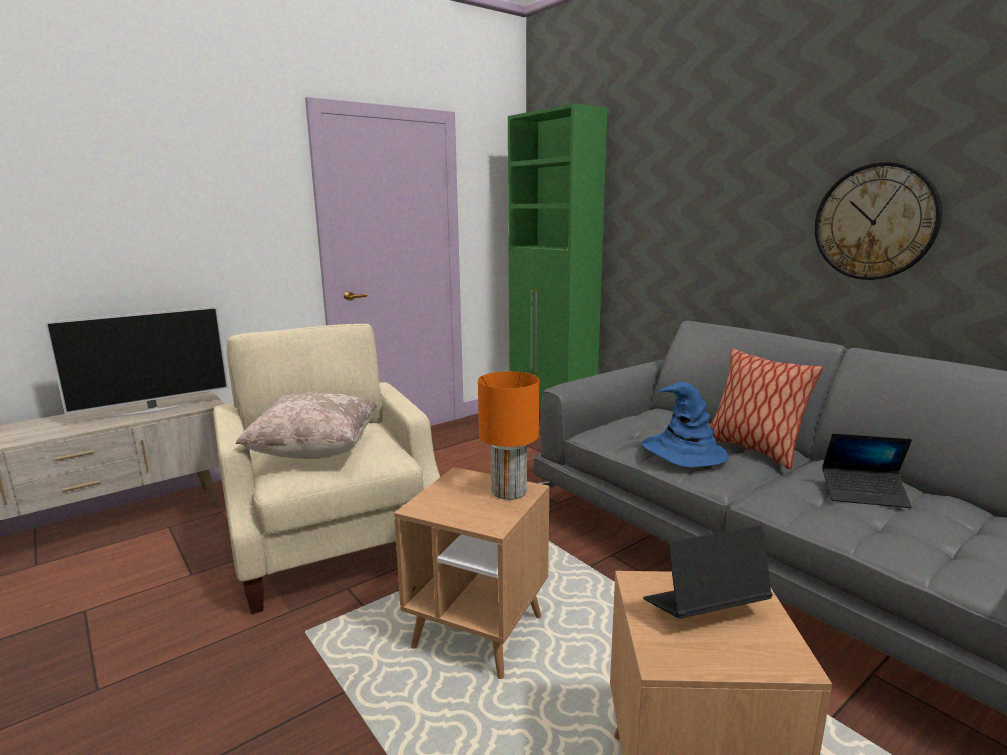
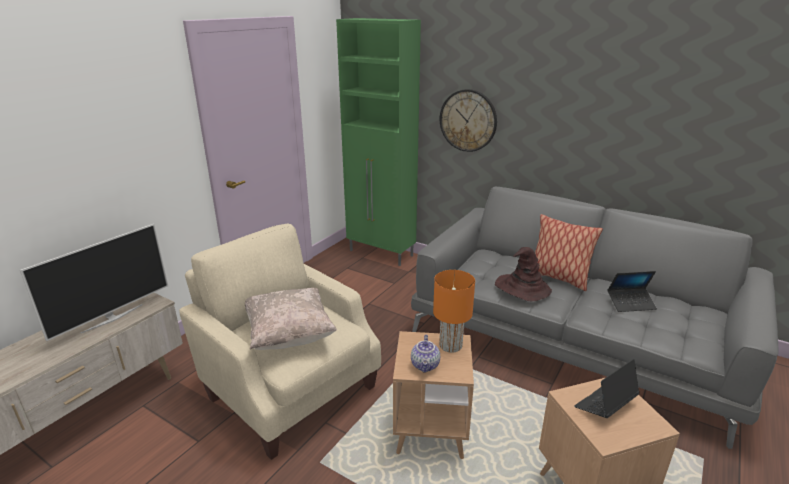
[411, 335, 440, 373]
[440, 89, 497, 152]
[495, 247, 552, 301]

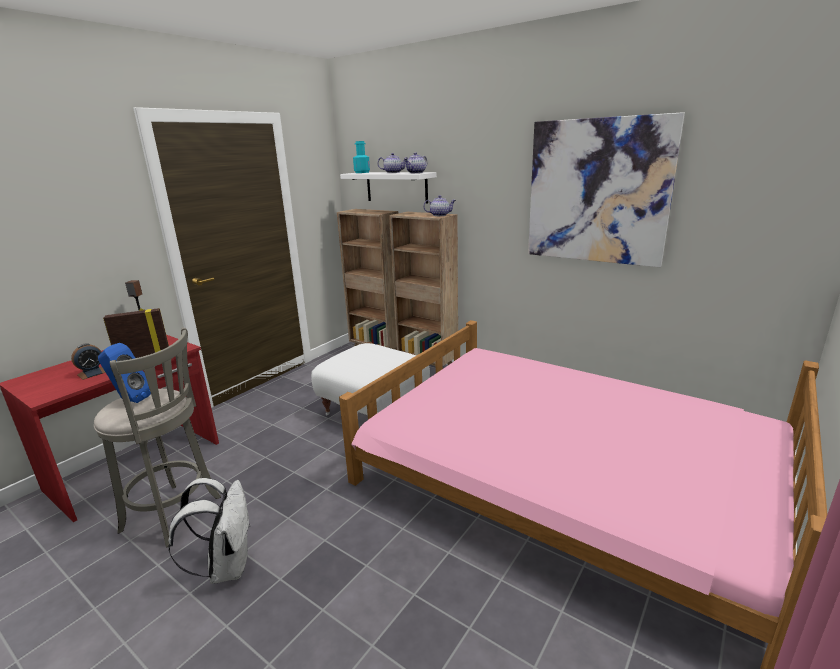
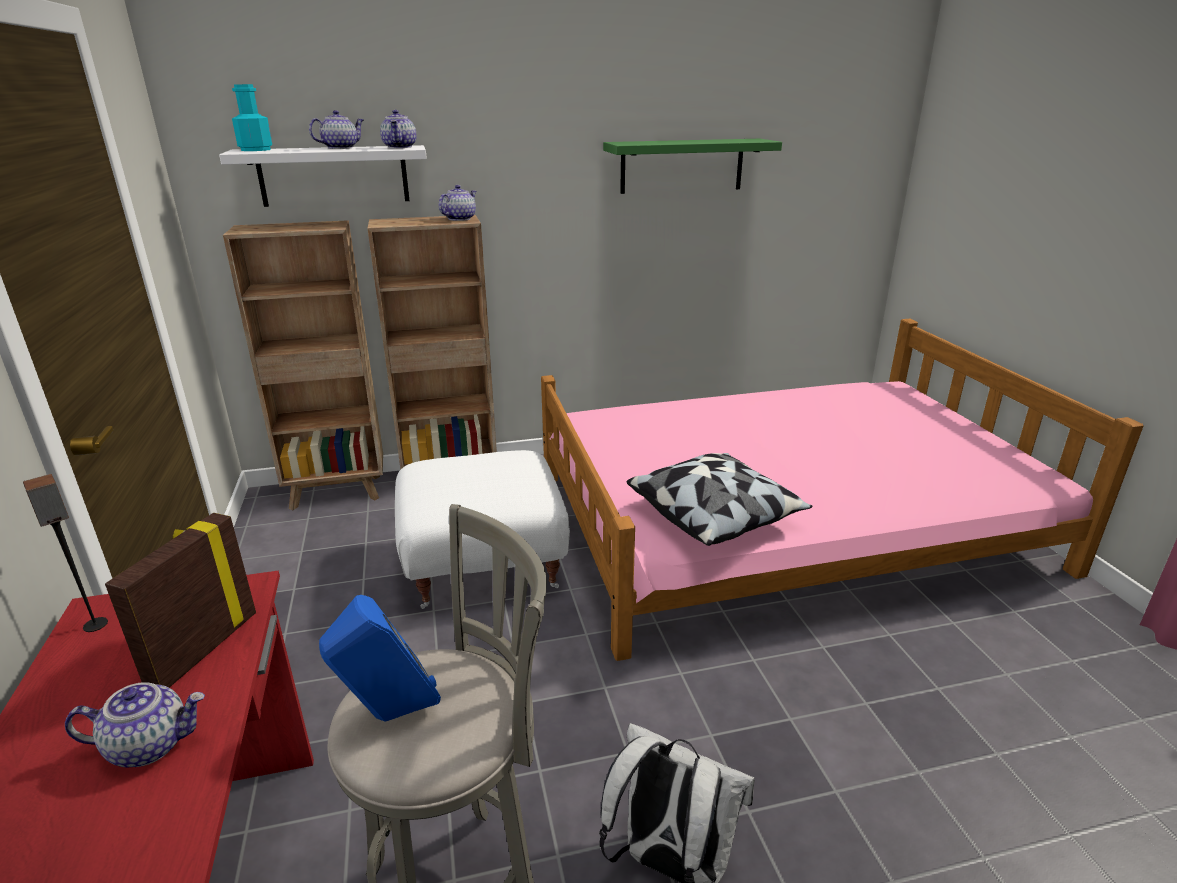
[65, 682, 205, 767]
[603, 139, 782, 194]
[626, 453, 812, 546]

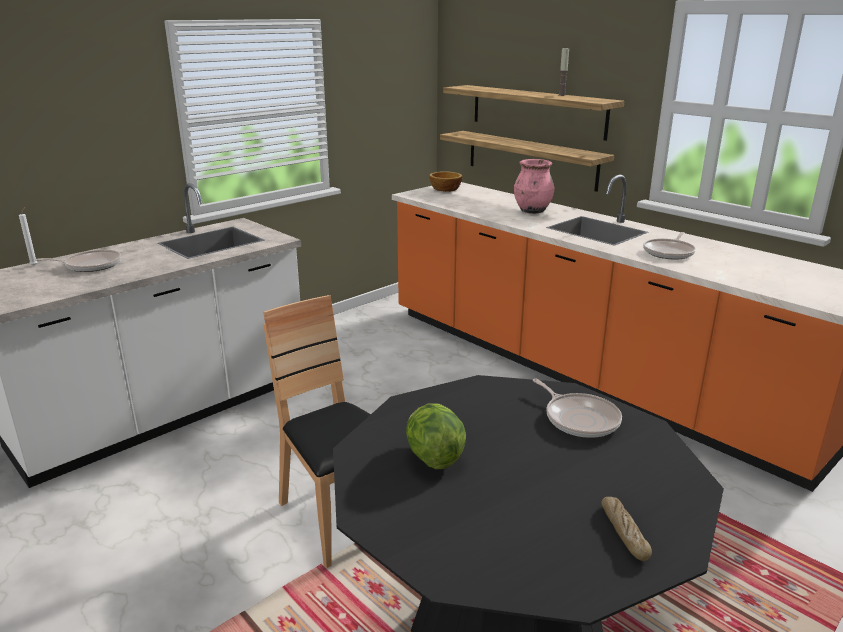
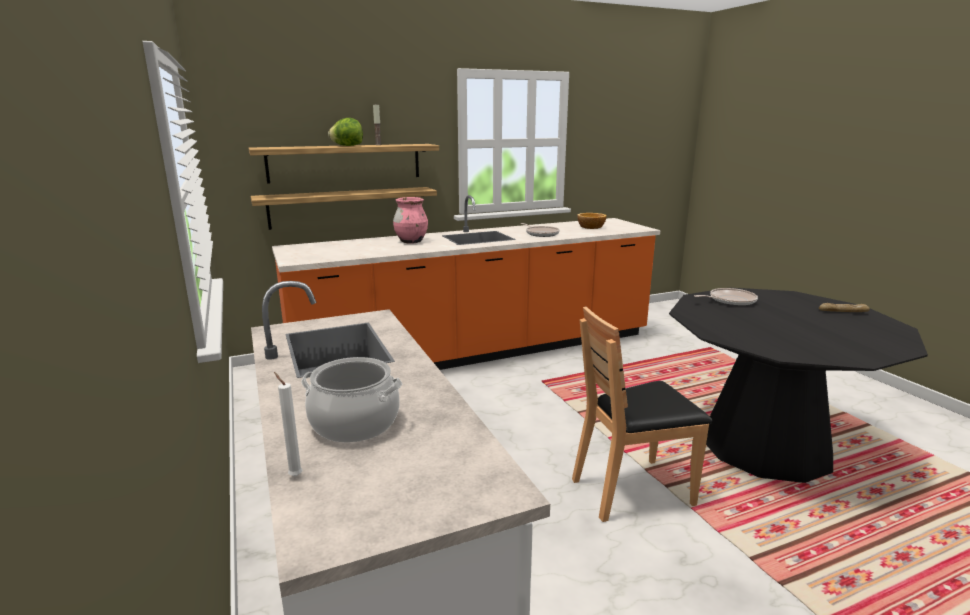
[301, 357, 402, 443]
[328, 118, 363, 146]
[577, 213, 607, 229]

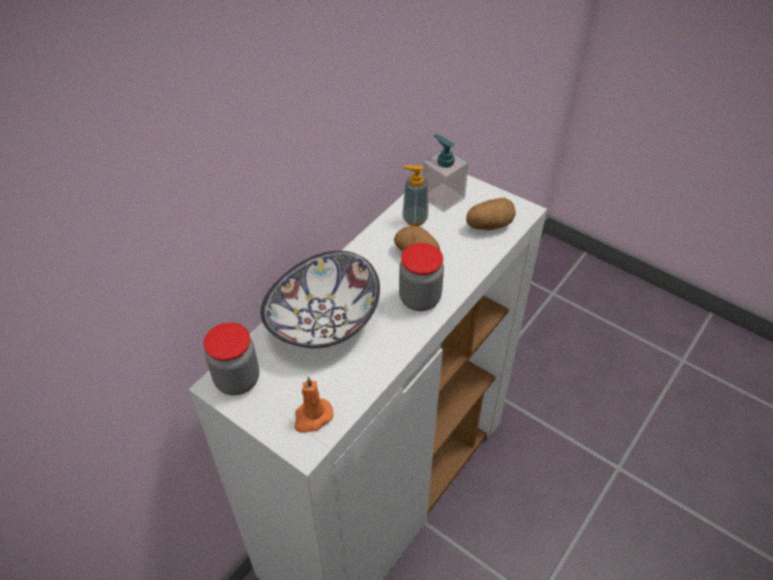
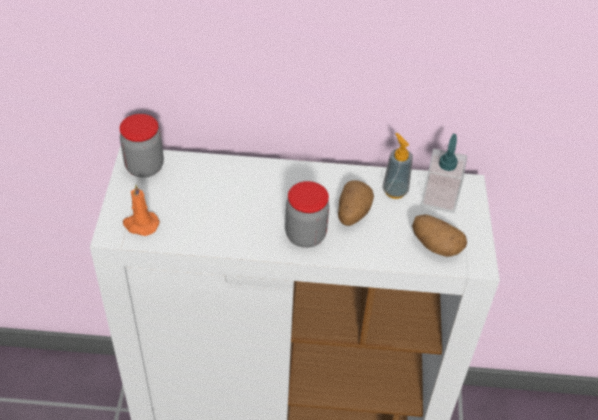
[261, 251, 380, 348] (first image)

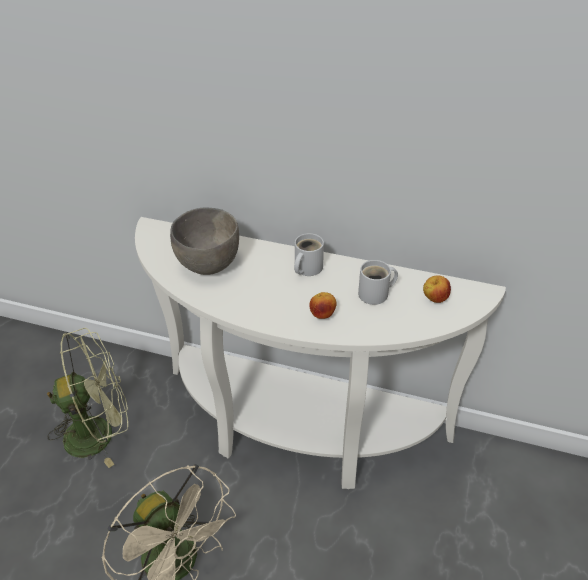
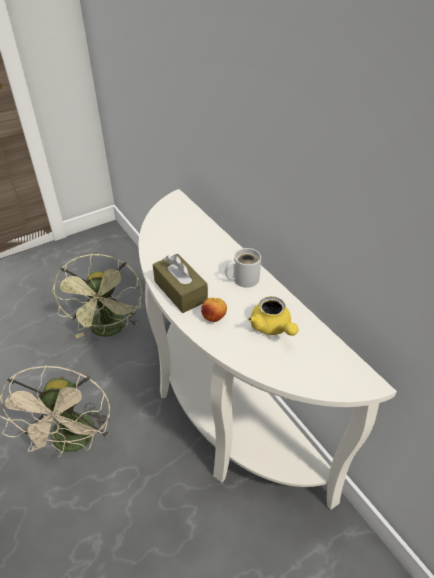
[52, 254, 142, 338]
[153, 254, 208, 313]
[248, 296, 299, 336]
[170, 208, 239, 275] (first image)
[423, 275, 451, 303] (first image)

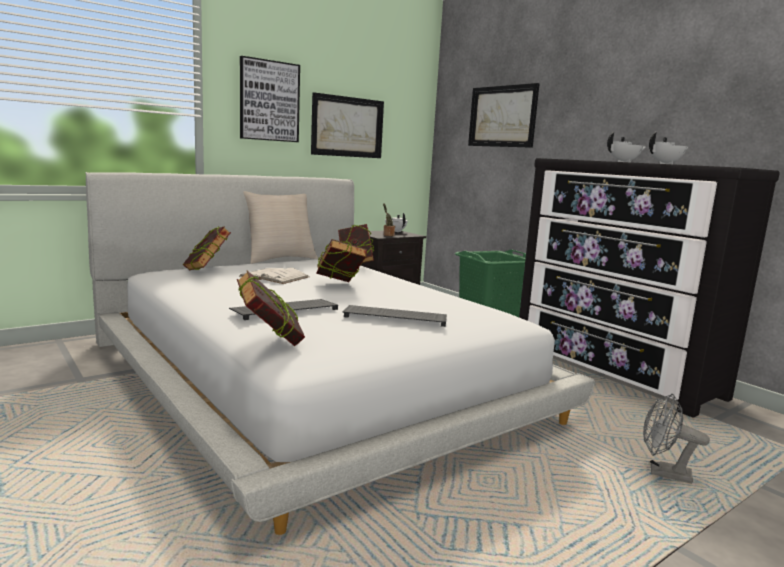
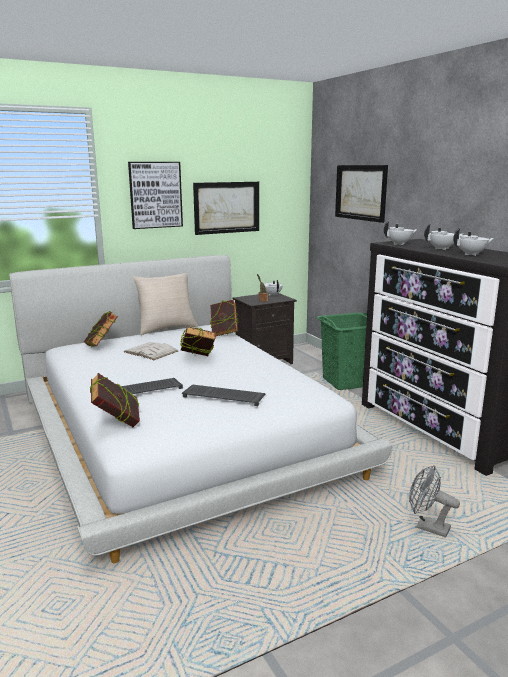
[384, 221, 418, 245]

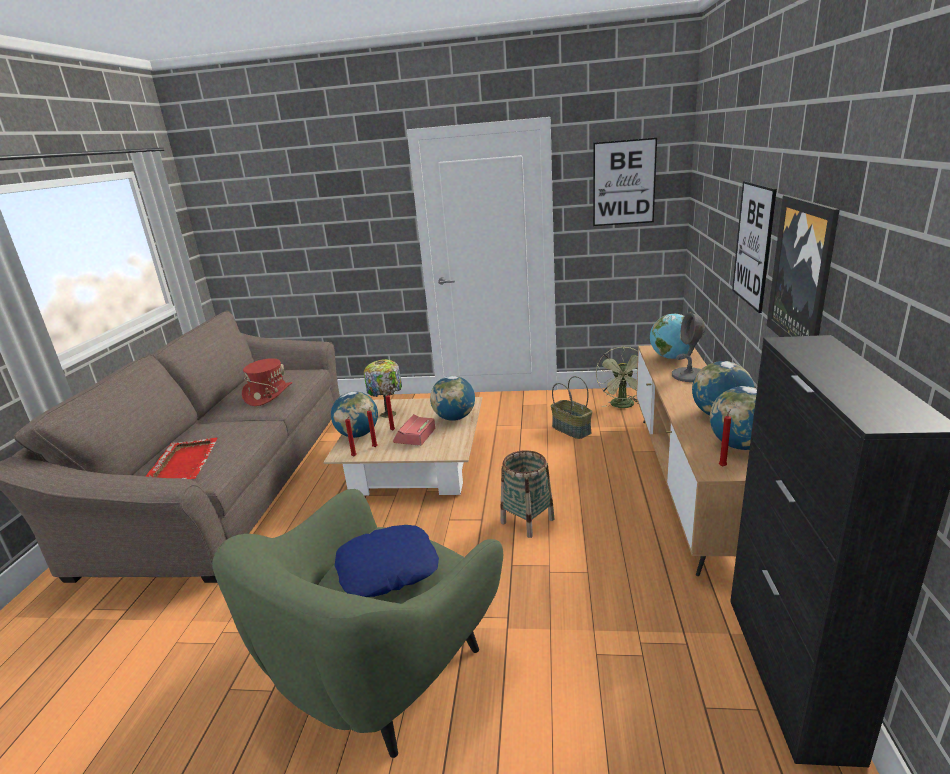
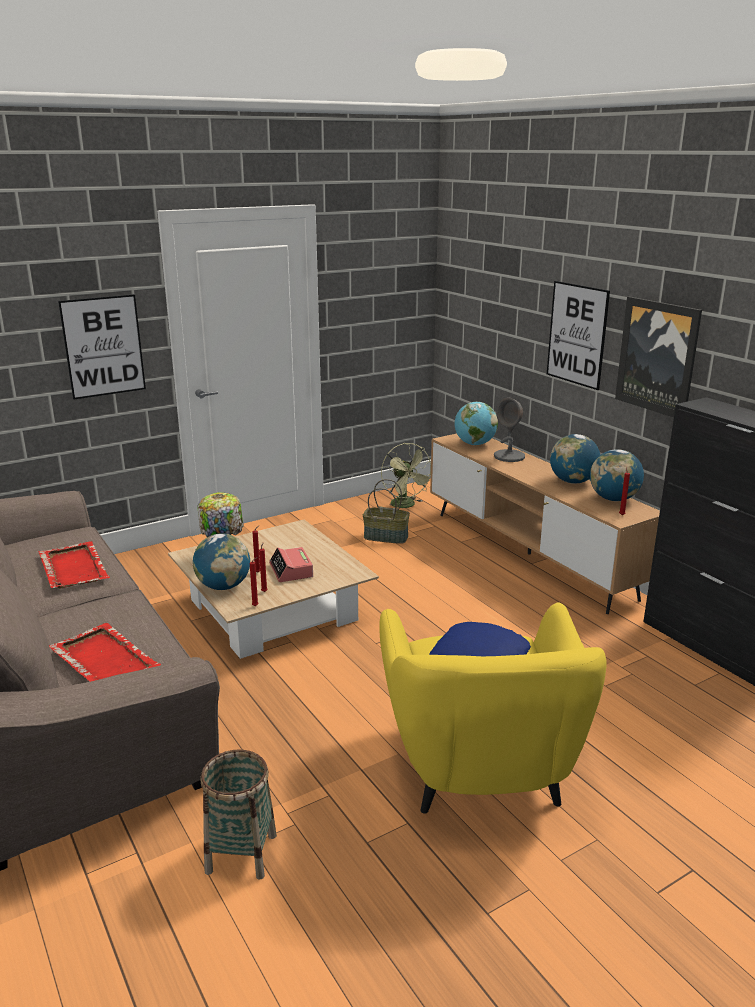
[39, 541, 110, 589]
[58, 294, 146, 400]
[200, 750, 277, 880]
[379, 603, 606, 814]
[430, 376, 475, 421] (first image)

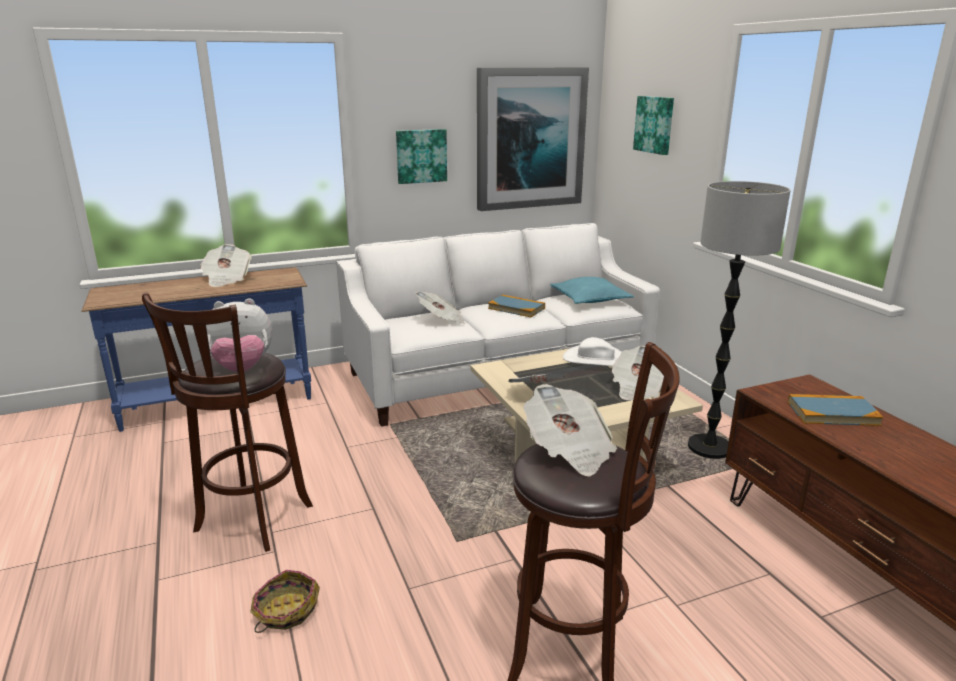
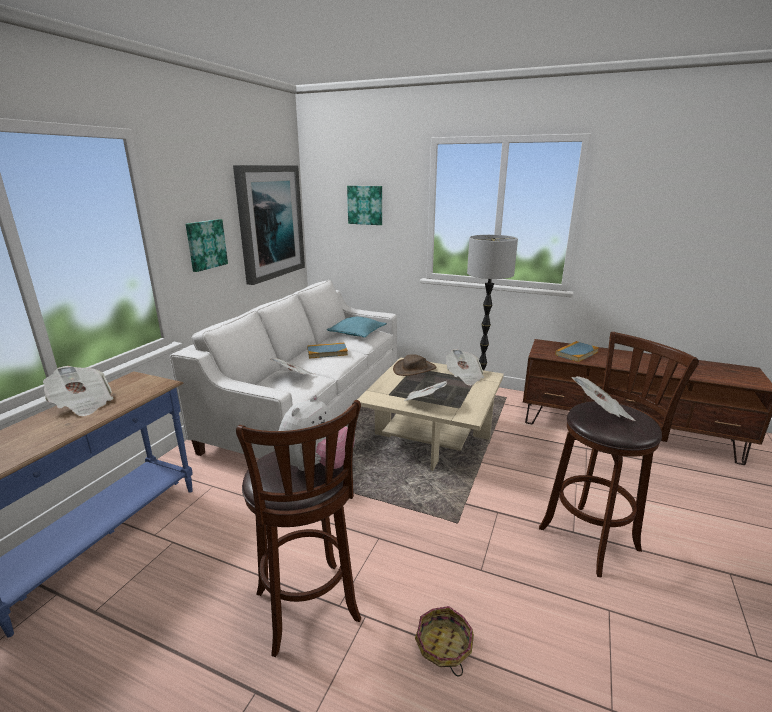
[393, 354, 437, 376]

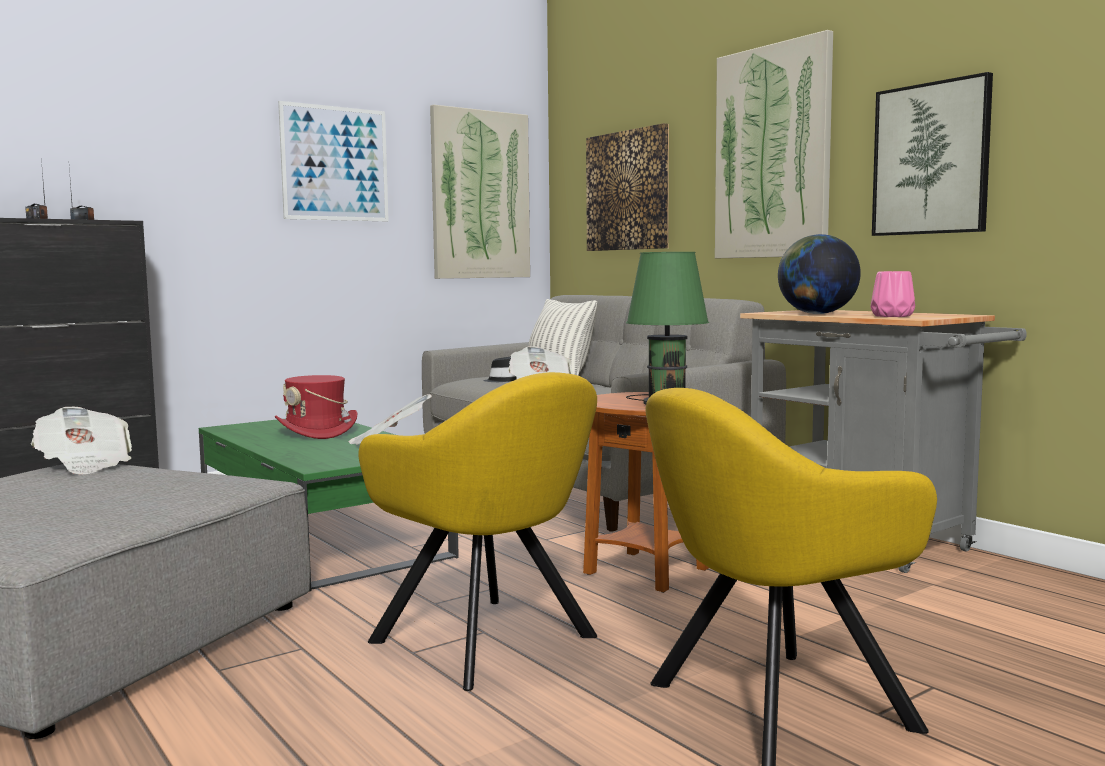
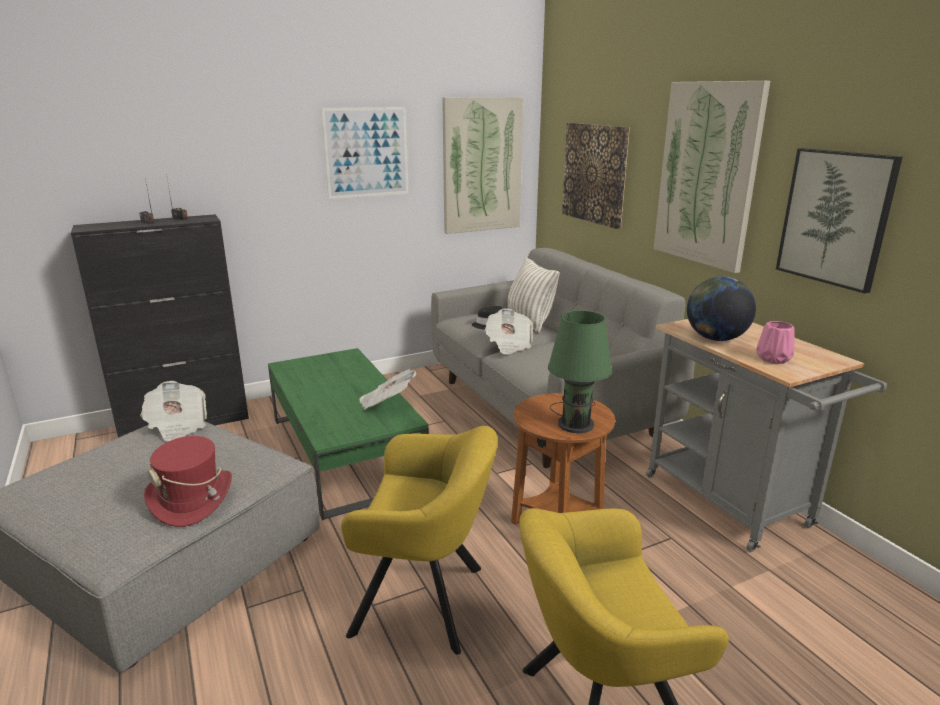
[144, 436, 232, 527]
[341, 426, 498, 655]

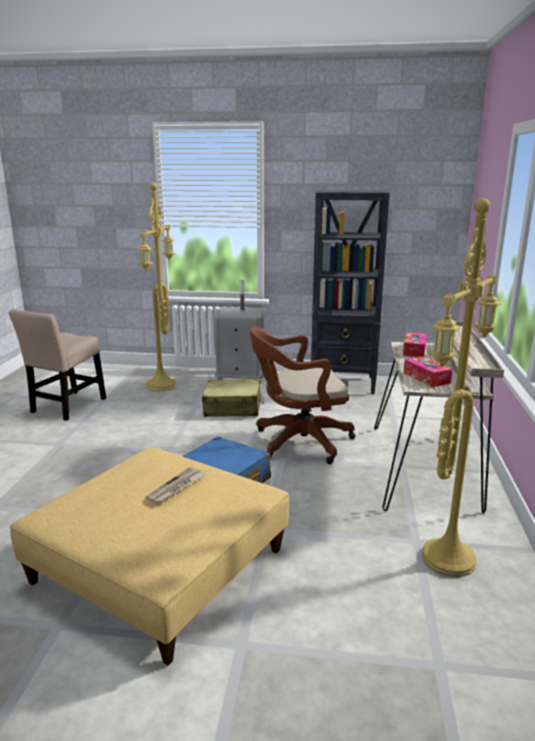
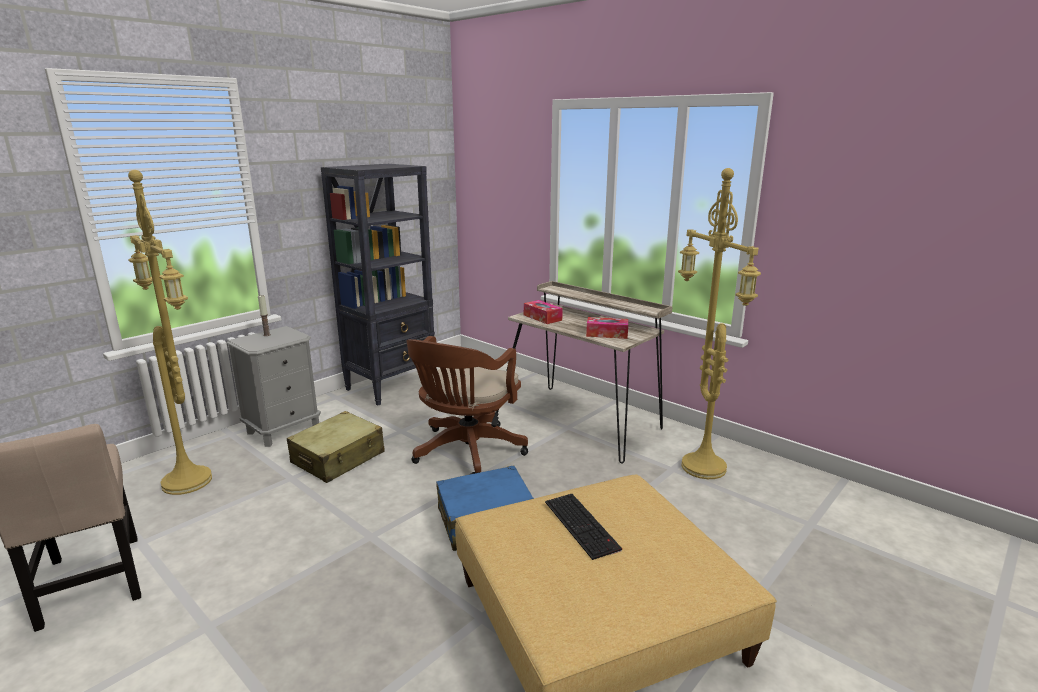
[545, 494, 622, 560]

